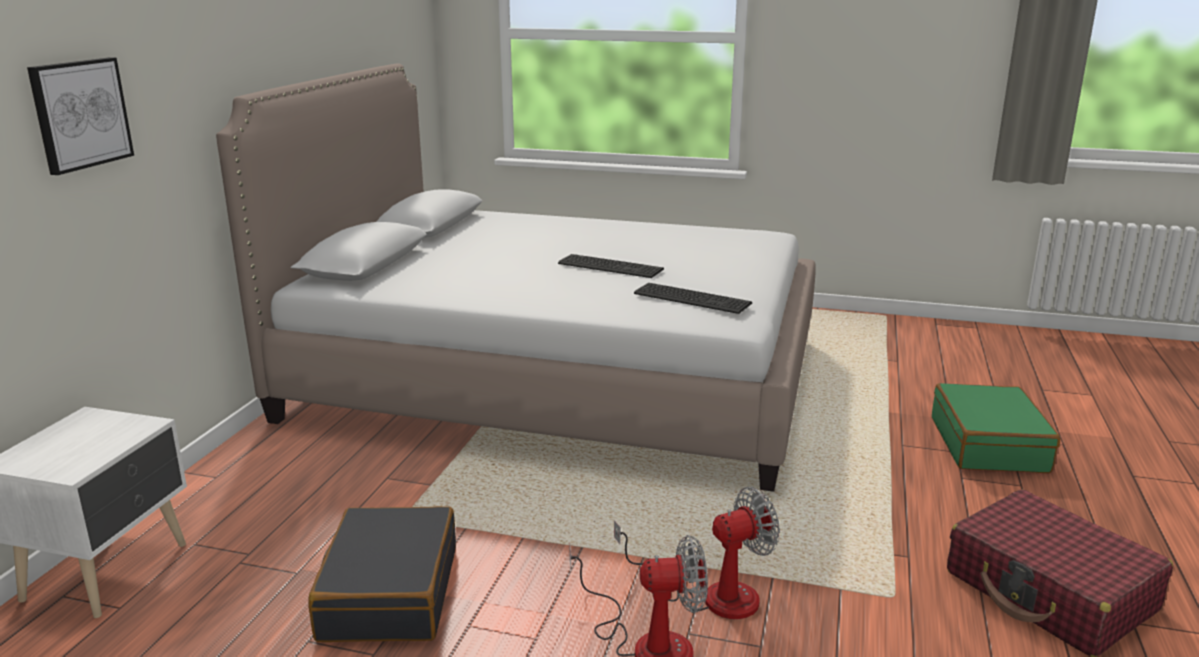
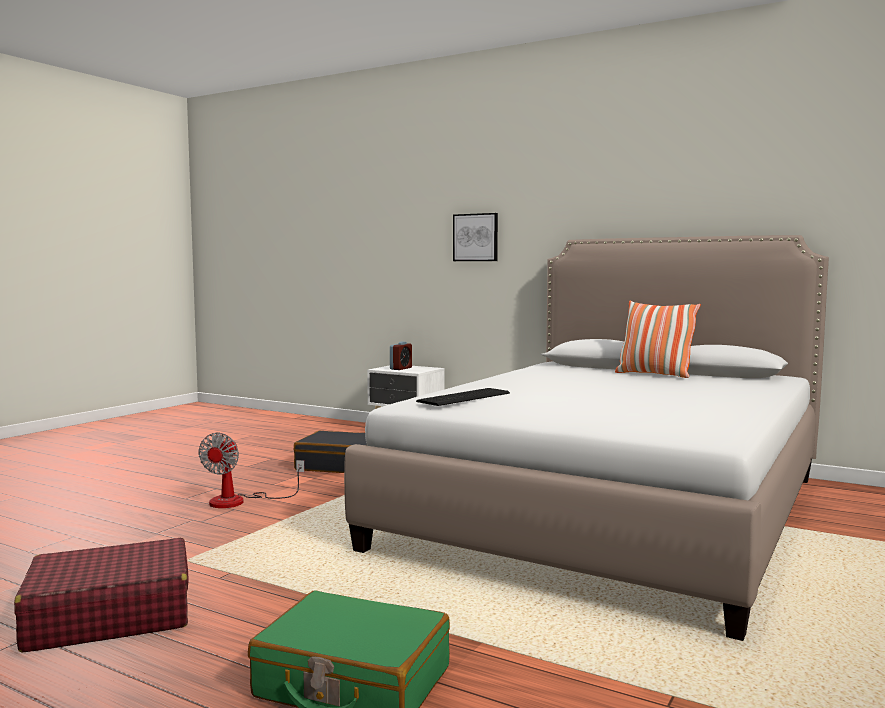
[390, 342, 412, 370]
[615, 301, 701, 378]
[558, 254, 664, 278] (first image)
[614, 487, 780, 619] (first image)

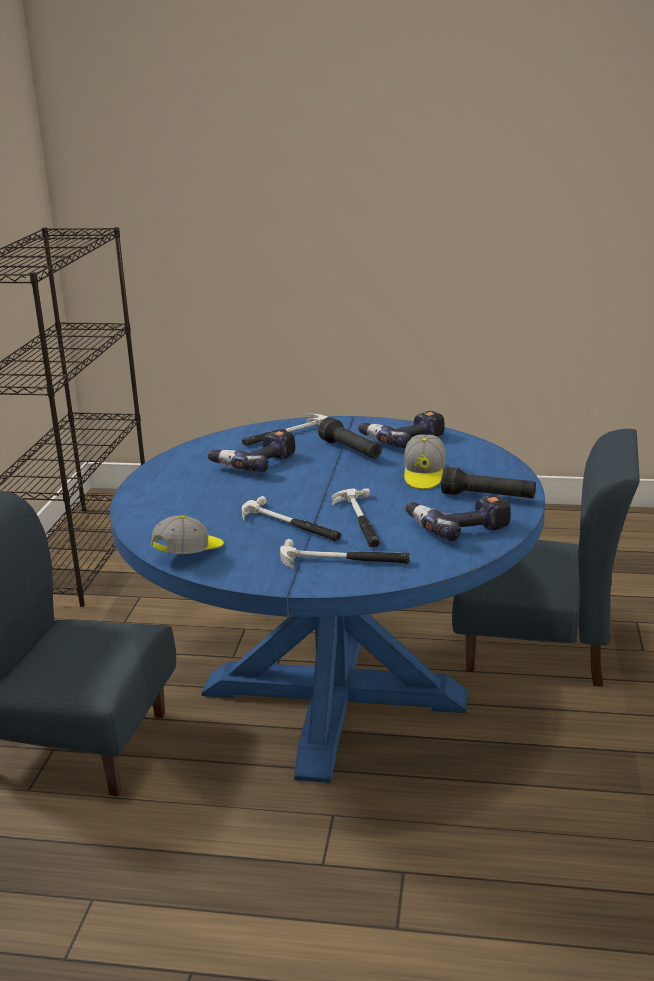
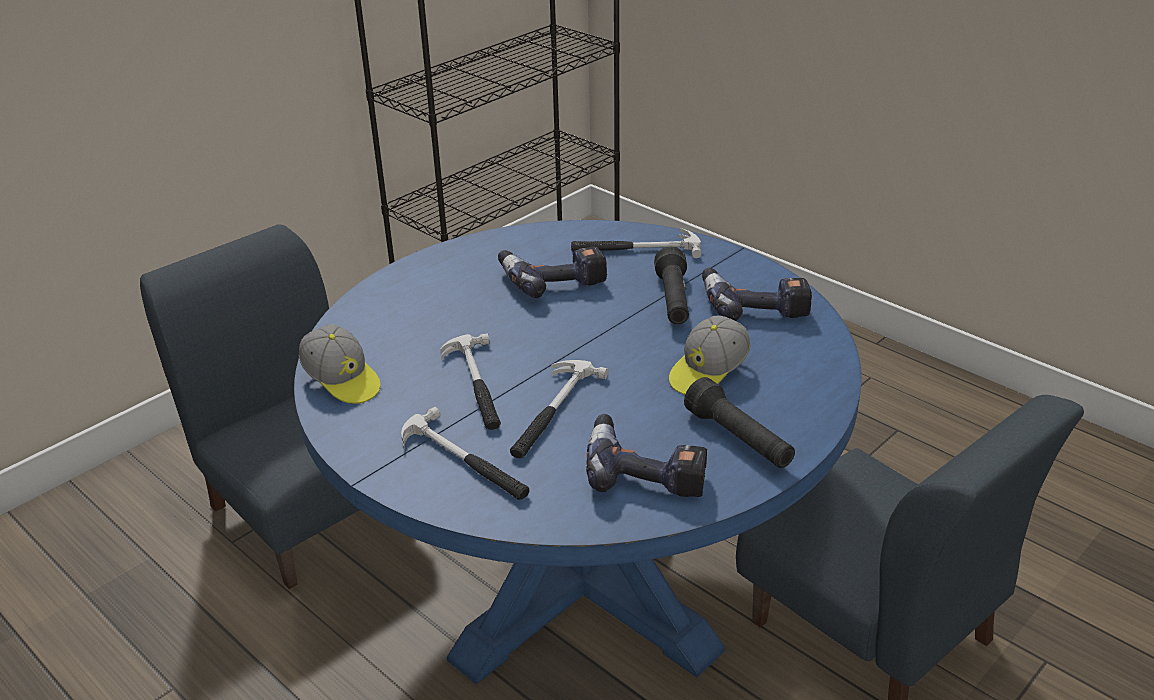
[299, 325, 380, 404]

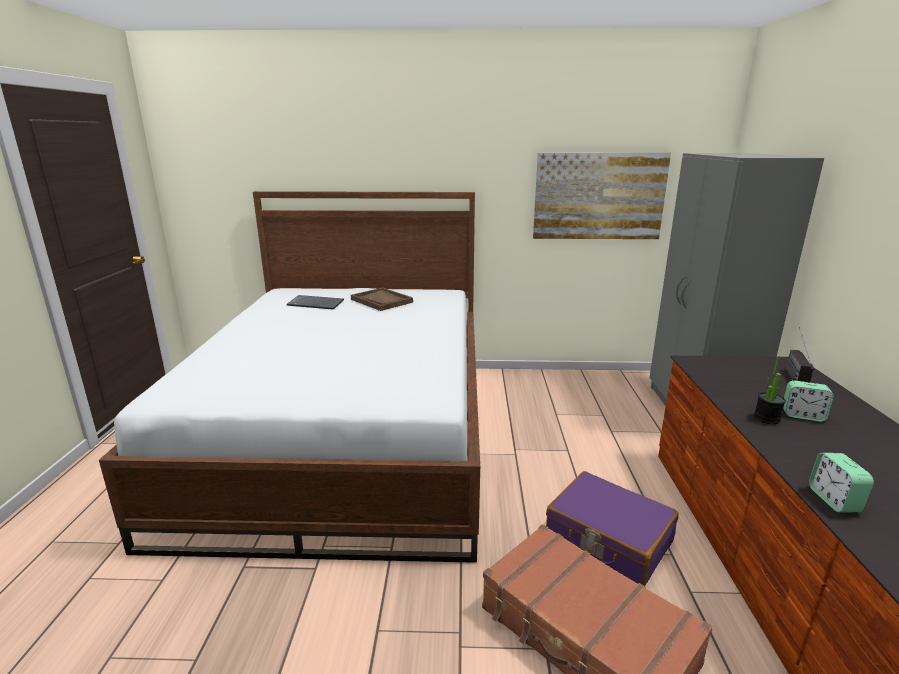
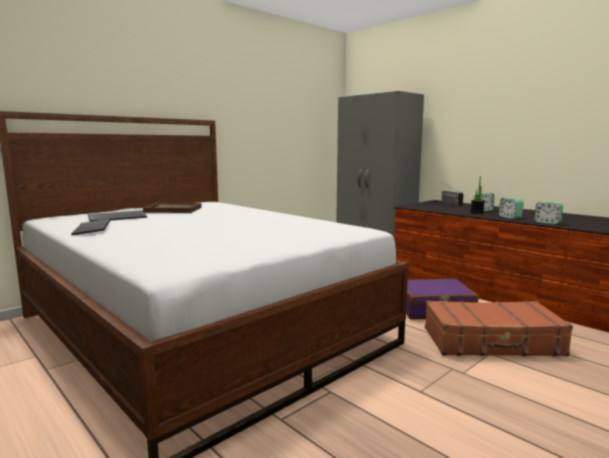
[71, 219, 110, 235]
[499, 198, 524, 219]
[533, 152, 671, 239] (first image)

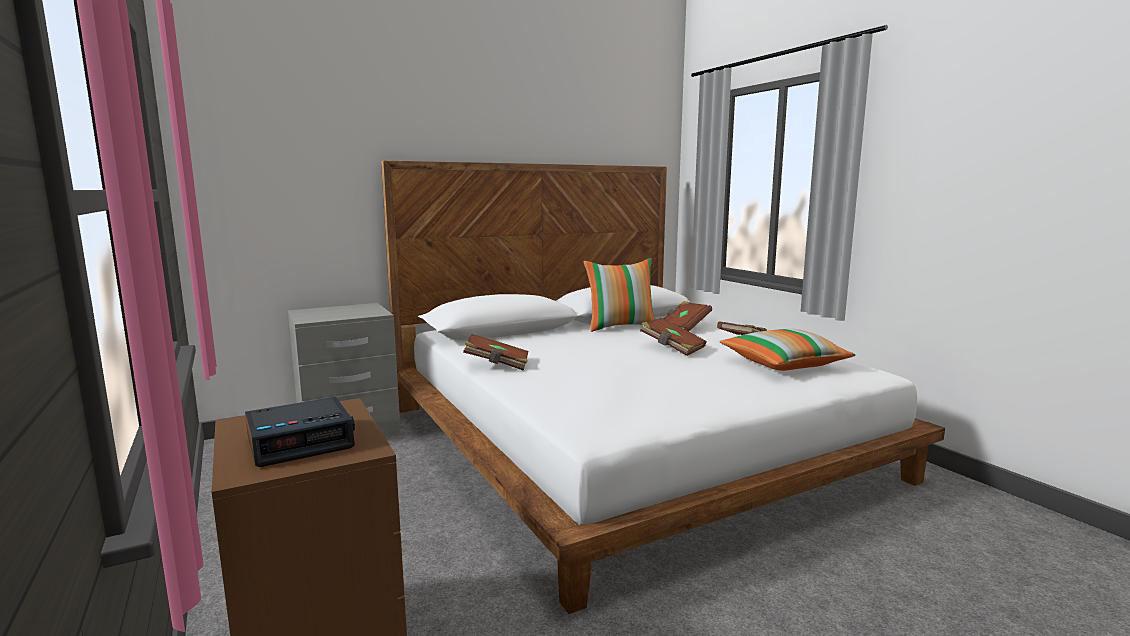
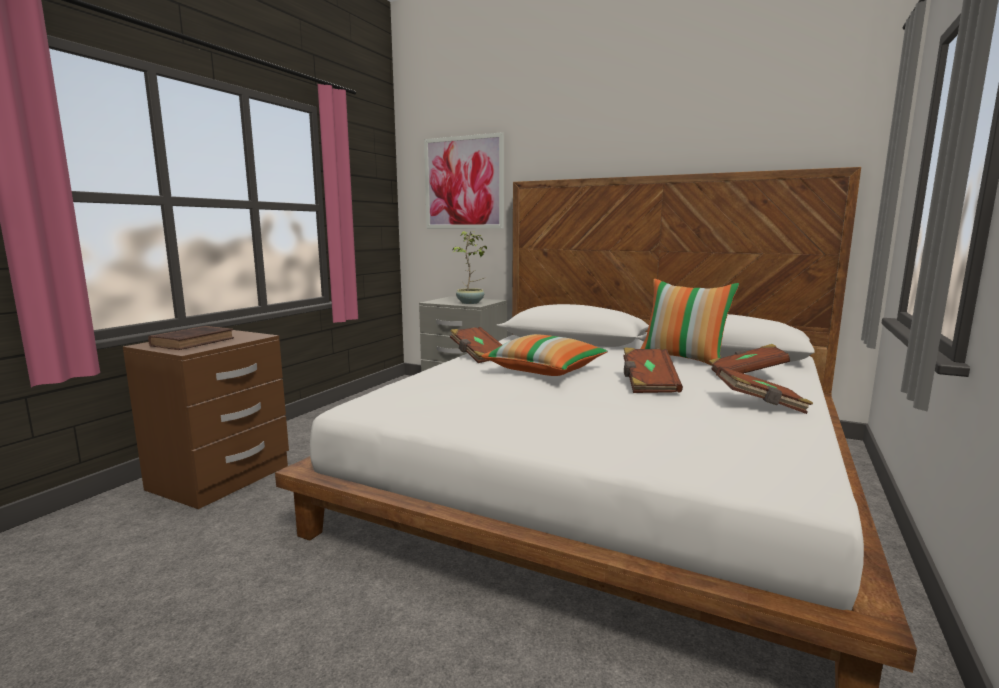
[148, 326, 234, 350]
[424, 132, 504, 229]
[452, 231, 487, 304]
[481, 334, 608, 376]

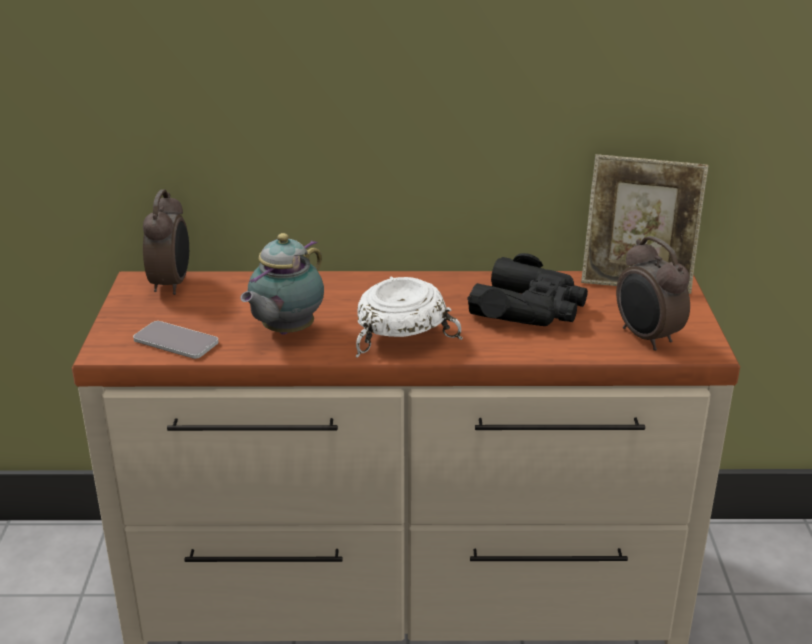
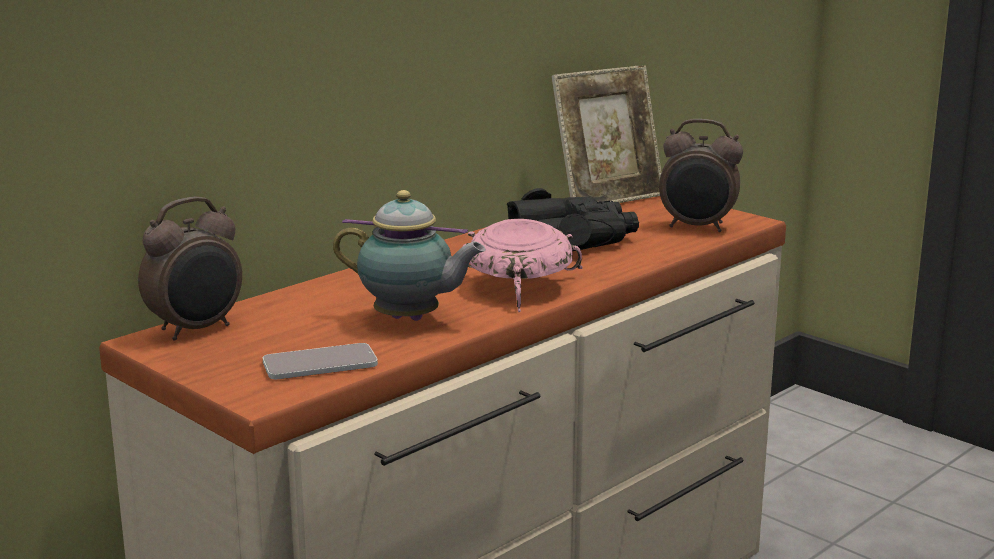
[138, 196, 242, 341]
[333, 190, 486, 321]
[462, 219, 583, 312]

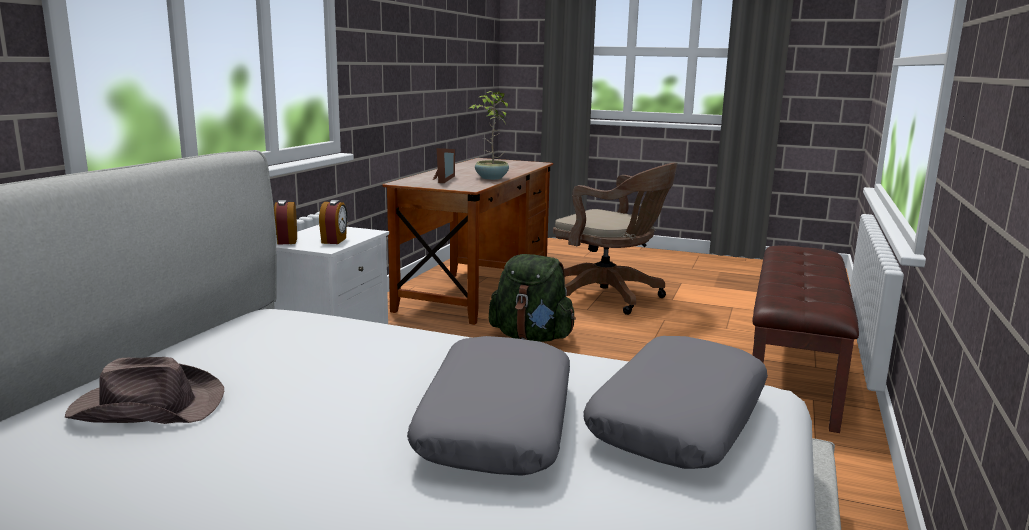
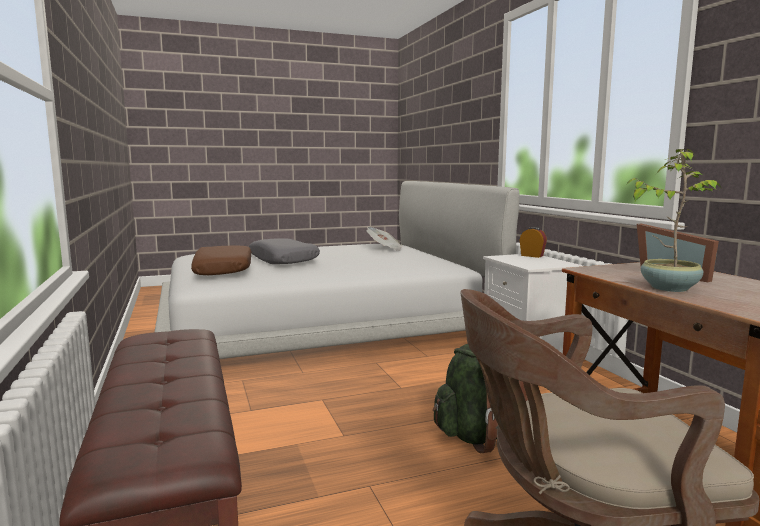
[191, 245, 251, 275]
[367, 226, 403, 251]
[319, 200, 348, 244] (first image)

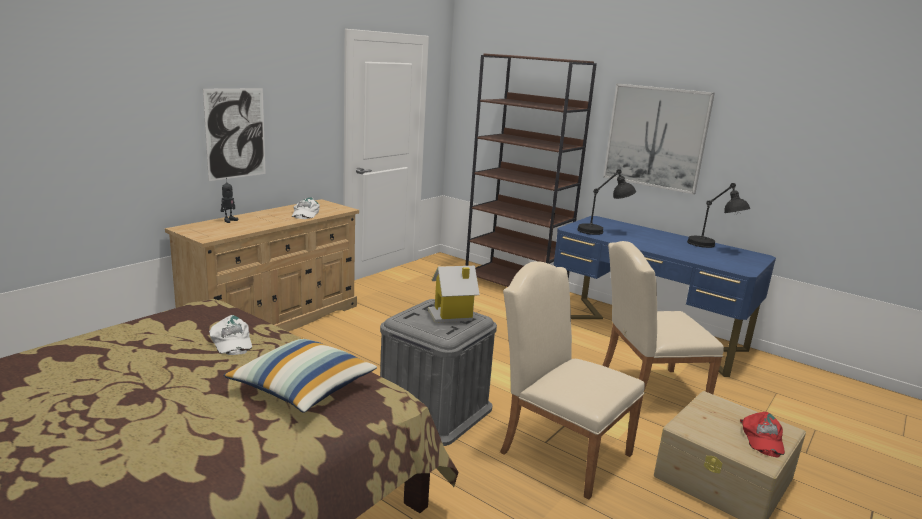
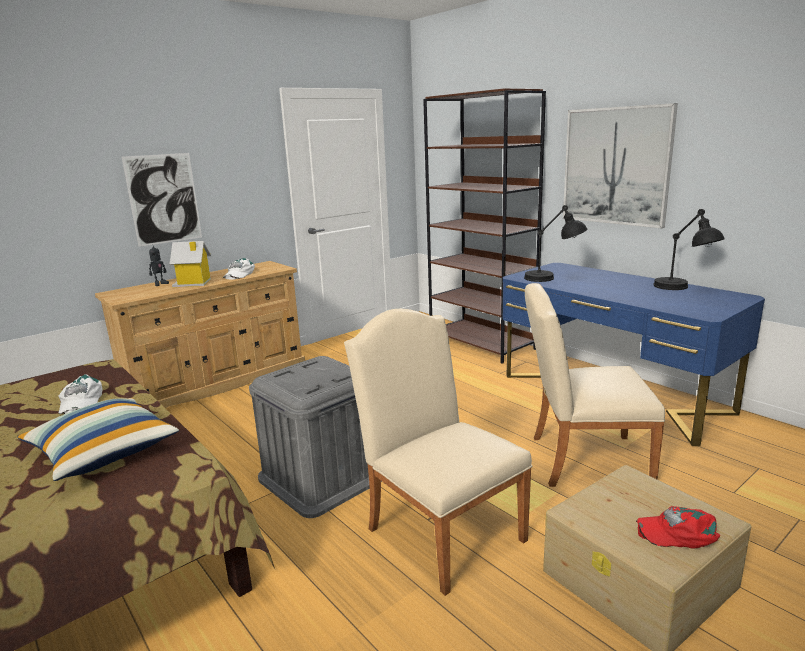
[170, 241, 211, 288]
[636, 506, 720, 549]

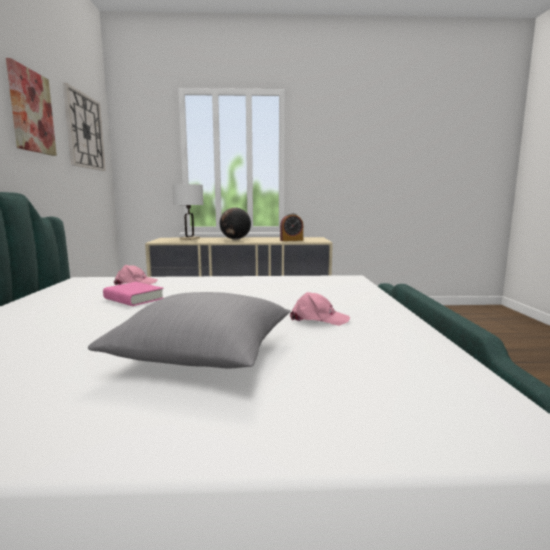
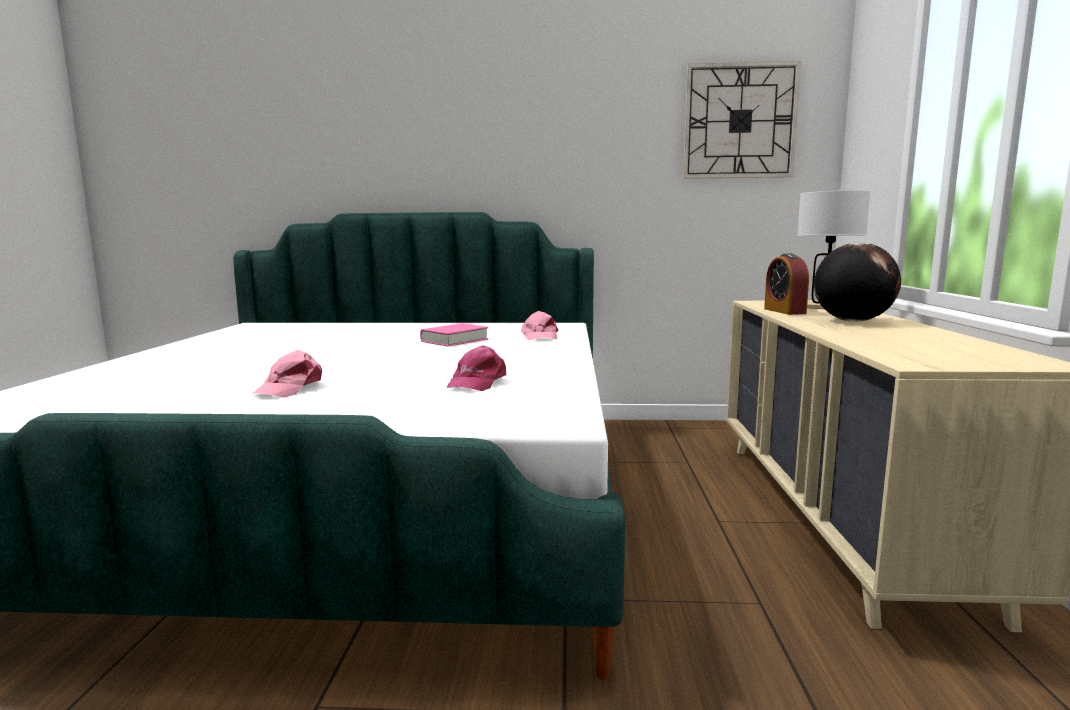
[447, 345, 506, 391]
[764, 253, 809, 315]
[6, 58, 57, 156] (first image)
[88, 292, 291, 368] (first image)

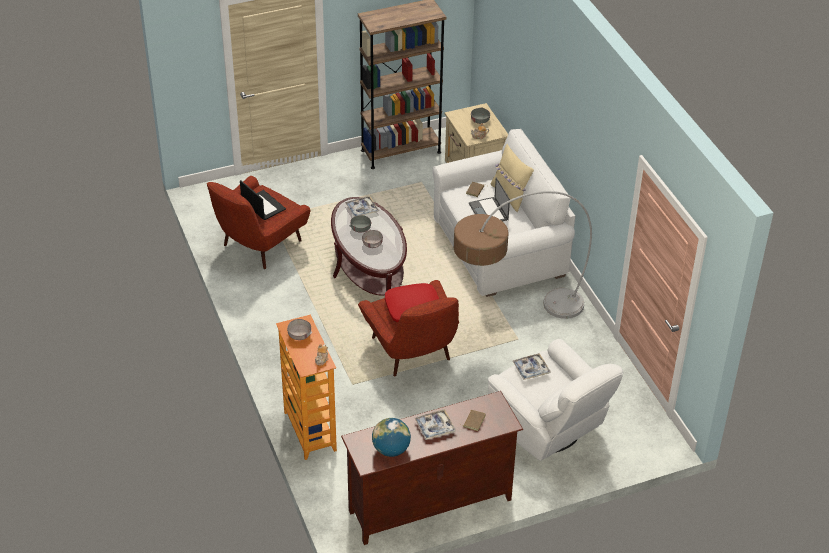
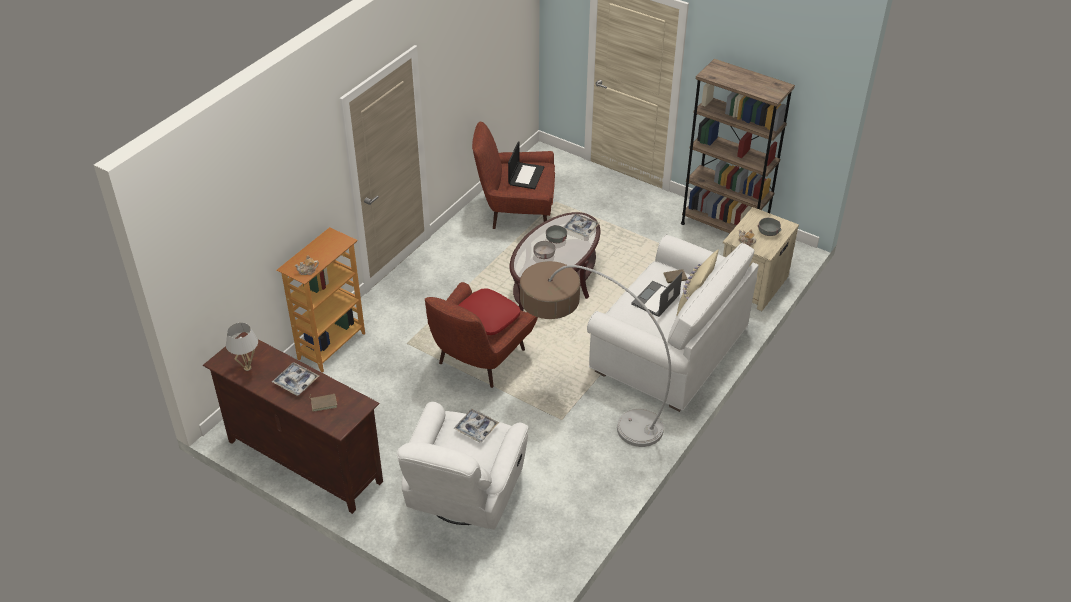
[226, 323, 258, 371]
[287, 319, 312, 340] (first image)

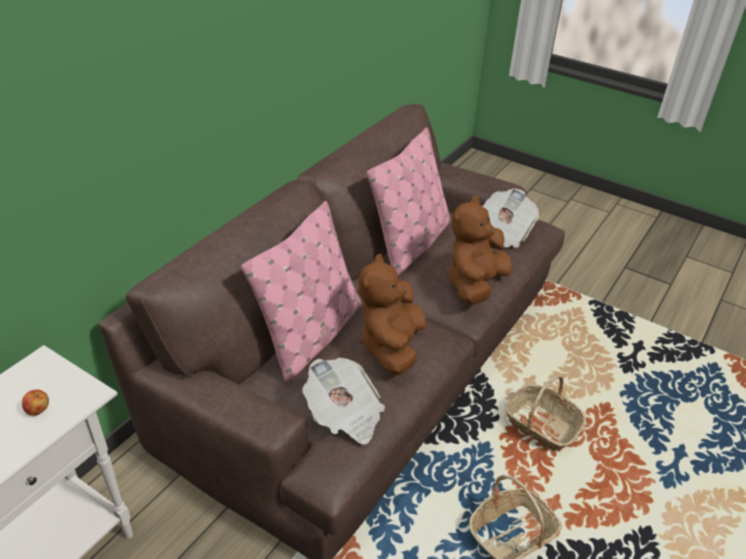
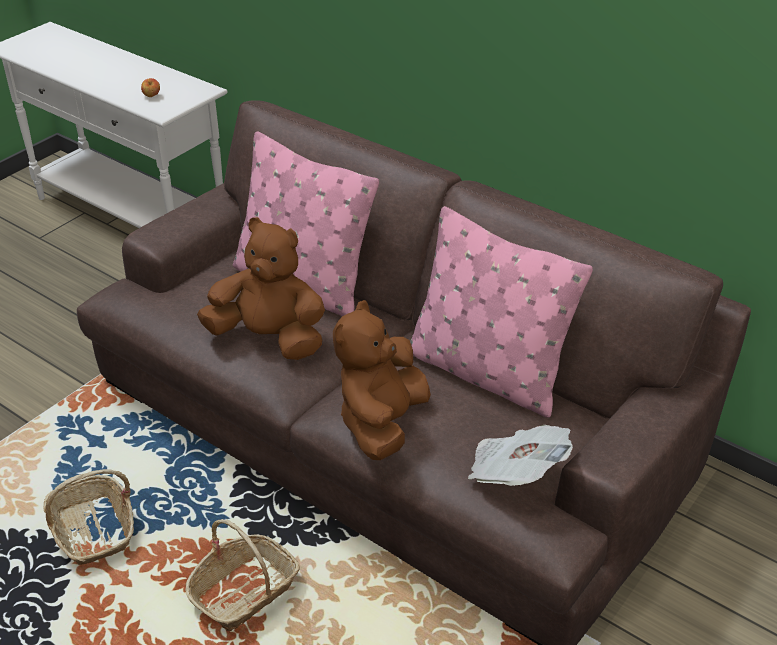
[333, 300, 431, 460]
[303, 358, 385, 445] (first image)

